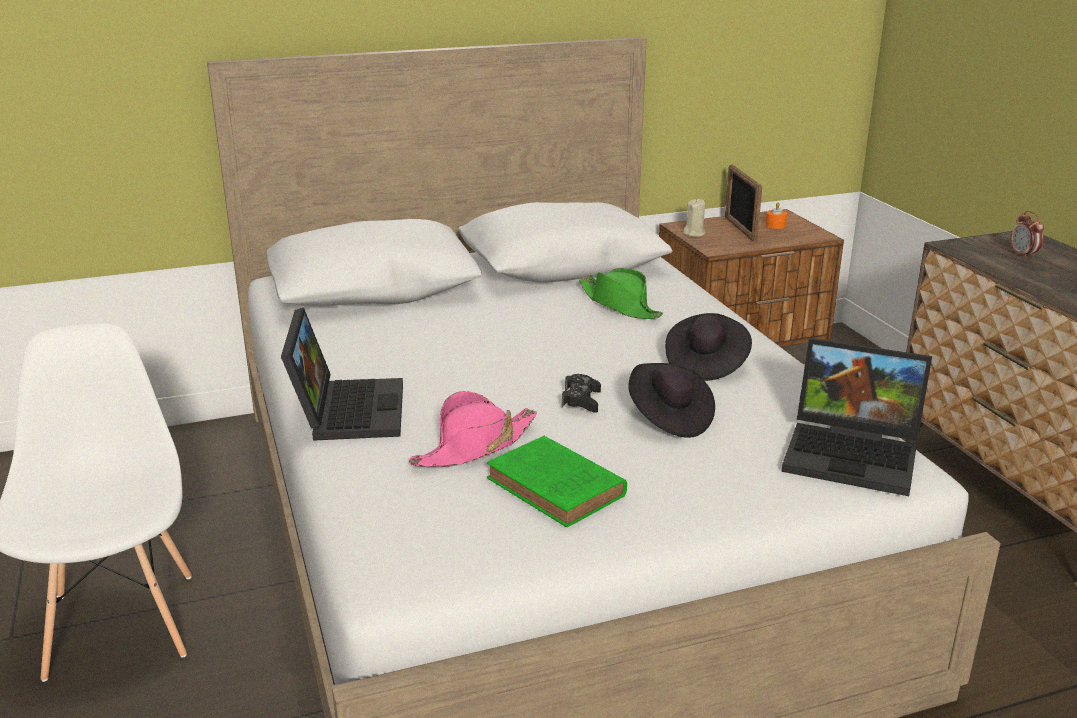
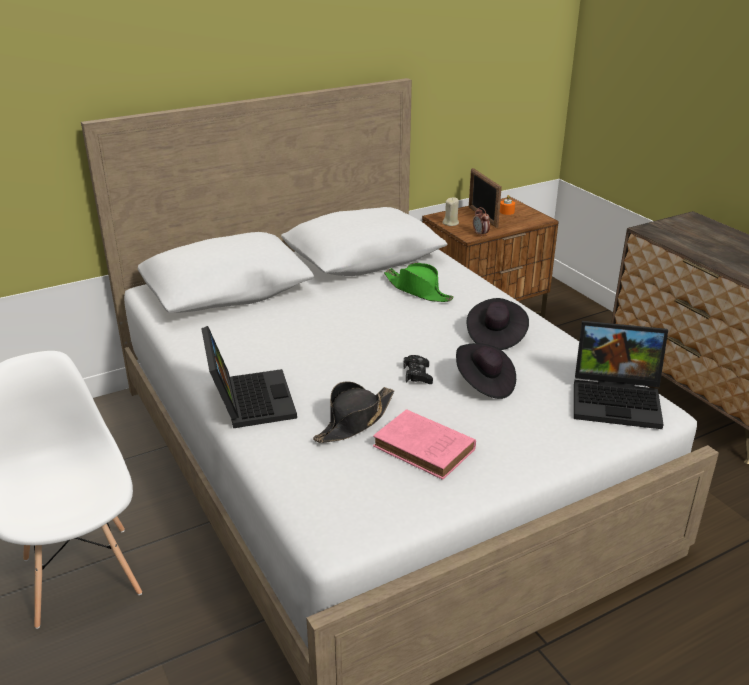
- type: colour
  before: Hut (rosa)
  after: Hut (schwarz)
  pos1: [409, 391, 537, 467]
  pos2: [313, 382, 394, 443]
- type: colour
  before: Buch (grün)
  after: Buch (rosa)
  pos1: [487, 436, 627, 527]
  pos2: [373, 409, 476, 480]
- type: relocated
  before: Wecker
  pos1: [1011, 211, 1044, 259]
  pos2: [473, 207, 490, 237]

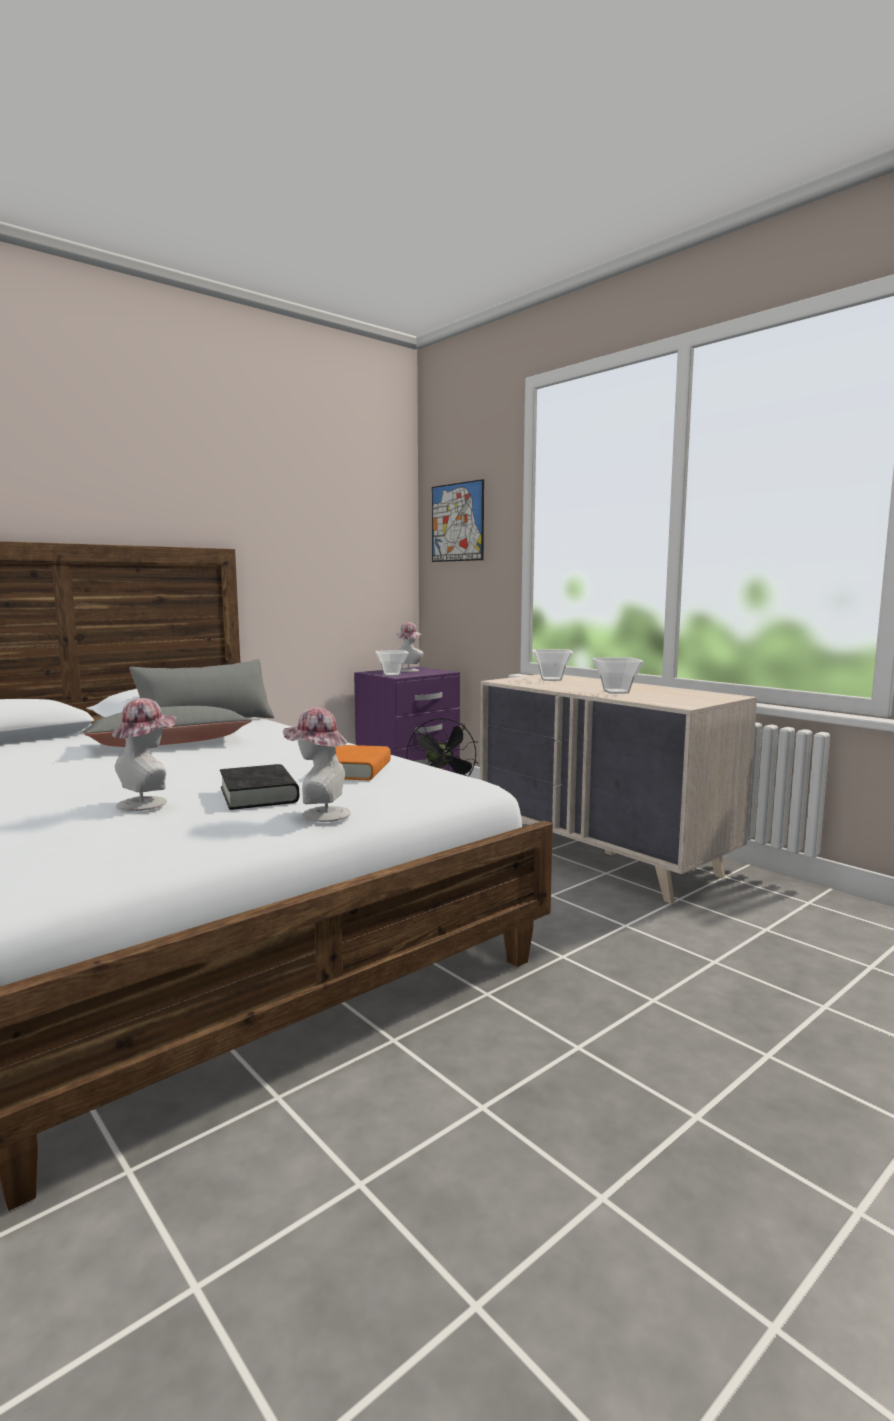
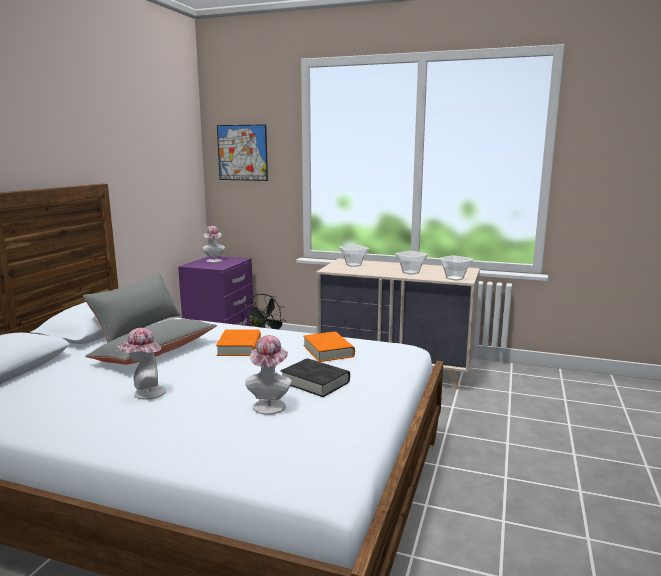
- type: relocated
  before: Hut
  pos1: [282, 707, 351, 822]
  pos2: [117, 328, 166, 399]
- type: relocated
  before: Schüssel
  pos1: [375, 650, 409, 676]
  pos2: [439, 255, 474, 281]
- type: appeared
  after: Buch (orange)
  pos2: [216, 329, 261, 356]

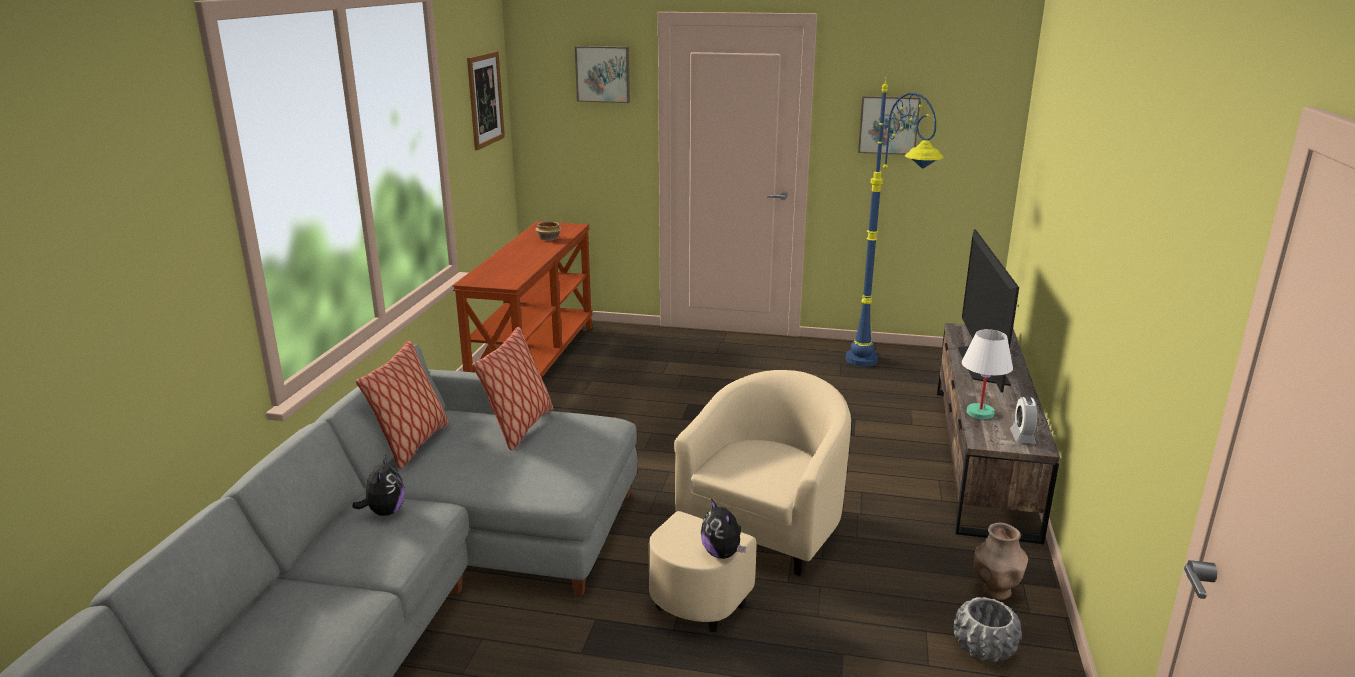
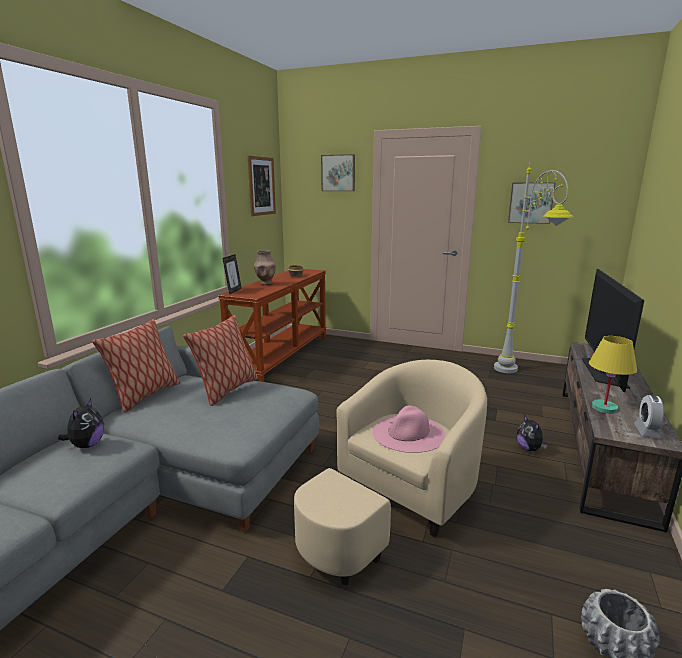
- type: relocated
  before: Plüschtier
  pos1: [701, 498, 746, 559]
  pos2: [517, 416, 547, 451]
- type: colour
  before: Stehlampe (blau)
  after: Stehlampe (grau)
  pos1: [846, 77, 944, 367]
  pos2: [494, 163, 573, 373]
- type: colour
  before: Tischlampe (weiß)
  after: Tischlampe (gelb)
  pos1: [962, 329, 1013, 419]
  pos2: [589, 336, 637, 414]
- type: relocated
  before: Vase (braun)
  pos1: [974, 523, 1028, 600]
  pos2: [254, 250, 276, 285]
- type: appeared
  after: Bilderrahmen
  pos2: [223, 254, 242, 295]
- type: appeared
  after: Hut (rosa)
  pos2: [373, 406, 446, 453]

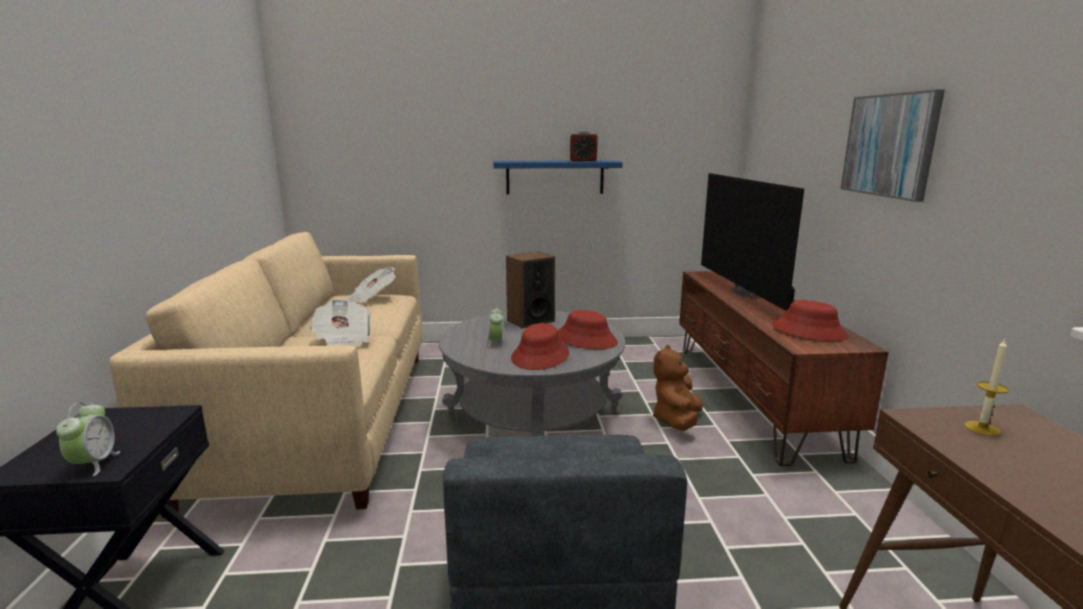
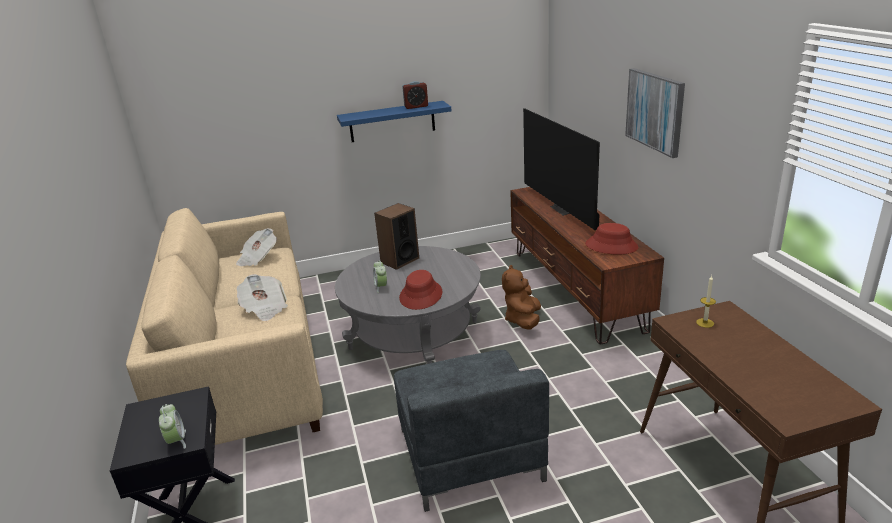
- type: missing
  before: Hut (rot)
  pos1: [558, 310, 618, 349]

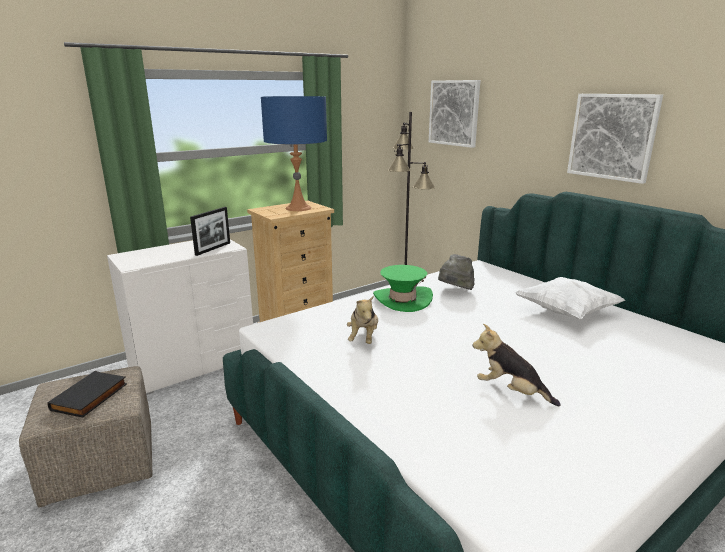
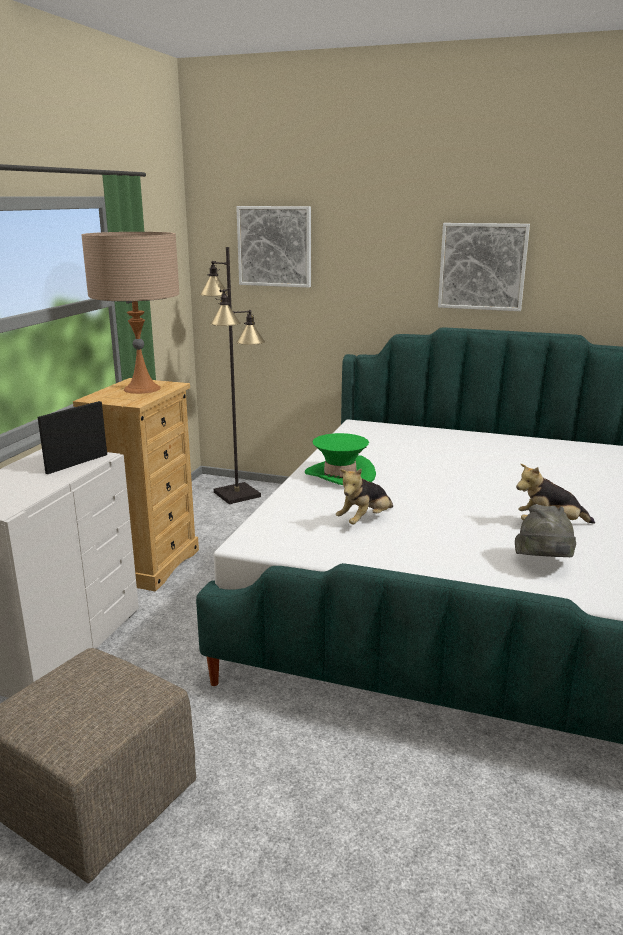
- type: missing
  before: Buch (schwarz)
  pos1: [48, 371, 127, 418]
- type: spun
  before: Bilderrahmen
  pos1: [190, 207, 230, 256]
  pos2: [38, 401, 107, 474]
  turn: -135
- type: colour
  before: Tischlampe (blau)
  after: Tischlampe (beige)
  pos1: [261, 96, 327, 211]
  pos2: [81, 232, 179, 394]
- type: spun
  before: Plüschtier
  pos1: [347, 295, 378, 344]
  pos2: [336, 469, 393, 524]
  turn: 75
- type: relocated
  before: Hut (grau)
  pos1: [438, 254, 475, 290]
  pos2: [515, 505, 576, 557]
- type: missing
  before: Kissen (weiß)
  pos1: [514, 277, 625, 320]

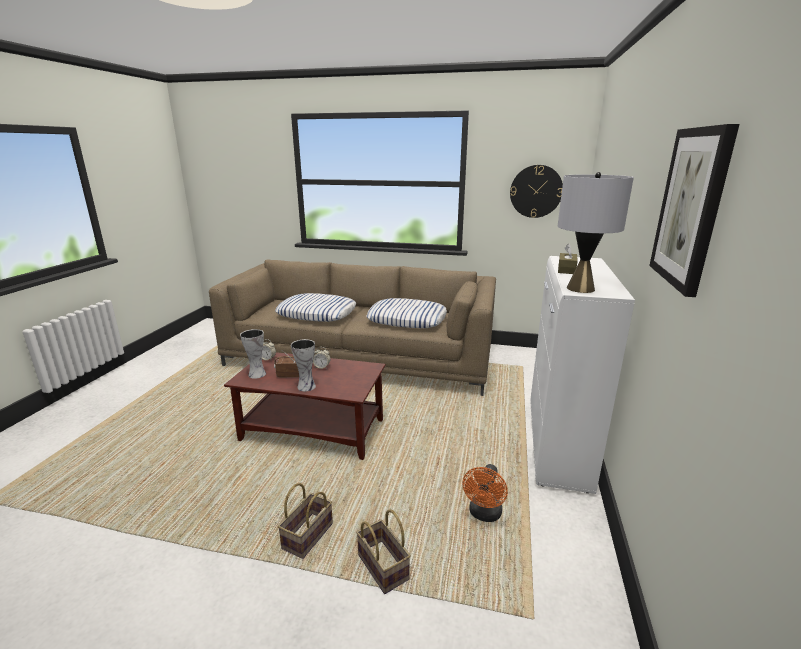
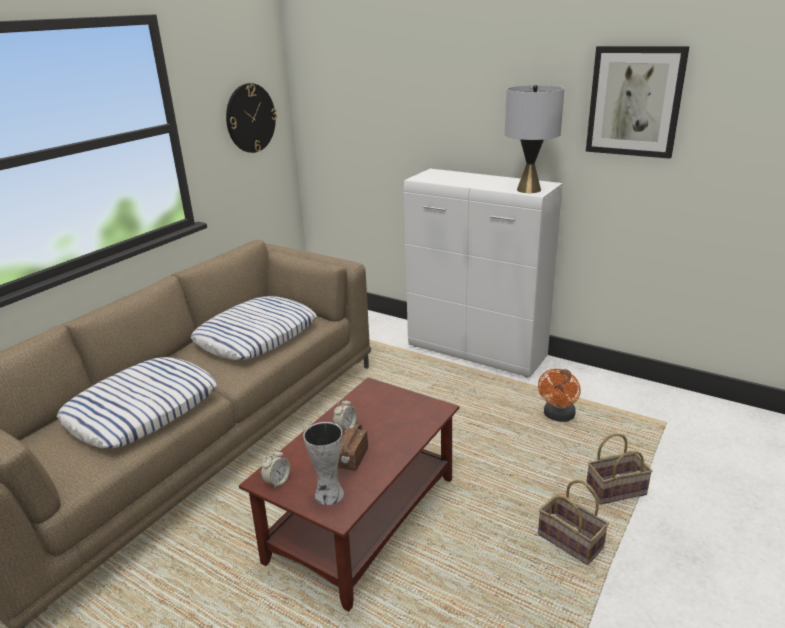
- type: missing
  before: Vase
  pos1: [291, 339, 316, 391]
- type: spun
  before: Ventilator (orange)
  pos1: [463, 464, 508, 522]
  pos2: [538, 369, 581, 422]
  turn: 75
- type: missing
  before: Taschentuchbox (braun)
  pos1: [558, 244, 578, 274]

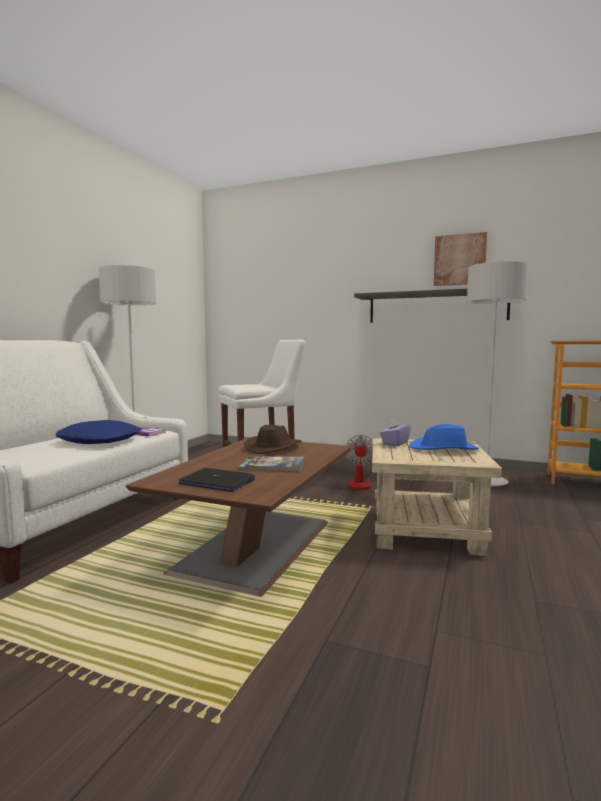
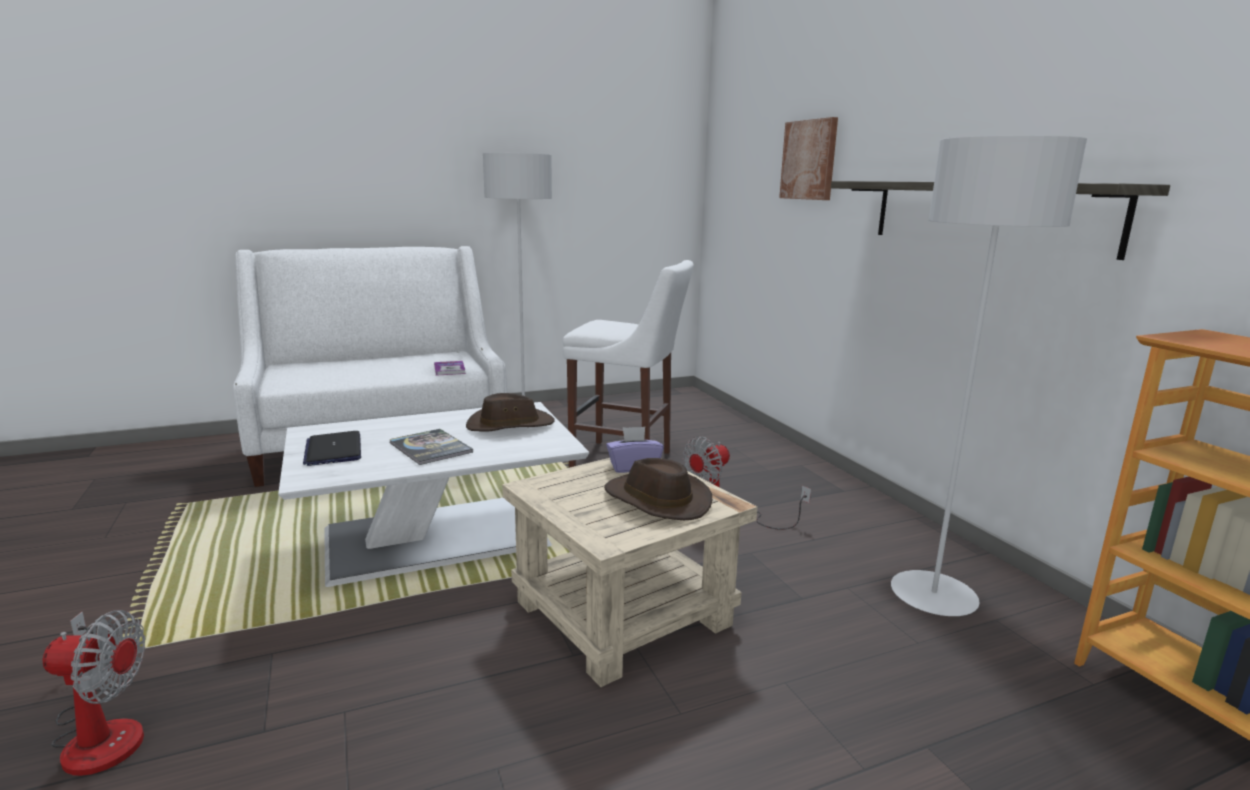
- type: missing
  before: Kissen (blau)
  pos1: [55, 420, 141, 444]
- type: colour
  before: Couchtisch (braun)
  after: Couchtisch (weiß)
  pos1: [126, 438, 351, 597]
  pos2: [278, 402, 589, 587]
- type: colour
  before: Hut (blau)
  after: Hut (braun)
  pos1: [409, 424, 479, 450]
  pos2: [604, 458, 712, 520]
- type: relocated
  before: Bild
  pos1: [434, 232, 487, 286]
  pos2: [779, 117, 838, 200]
- type: appeared
  after: Ventilator
  pos2: [42, 610, 146, 776]

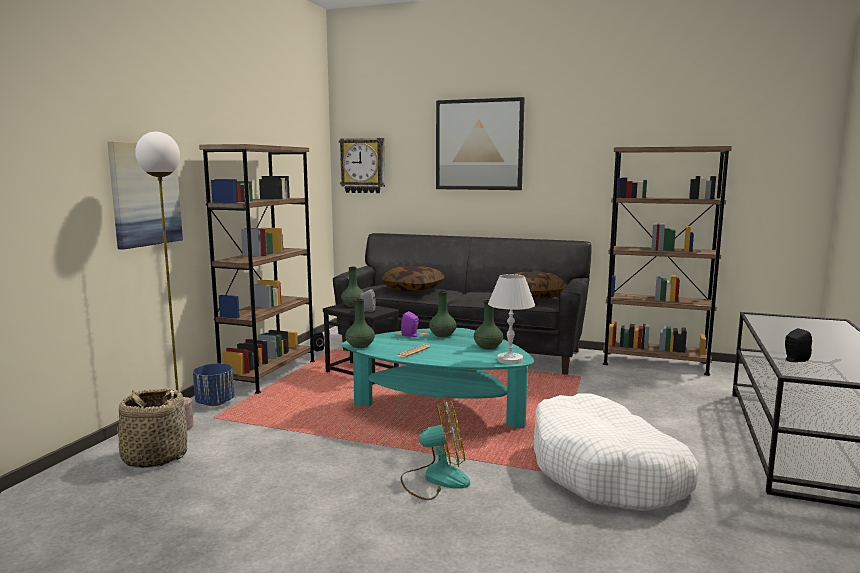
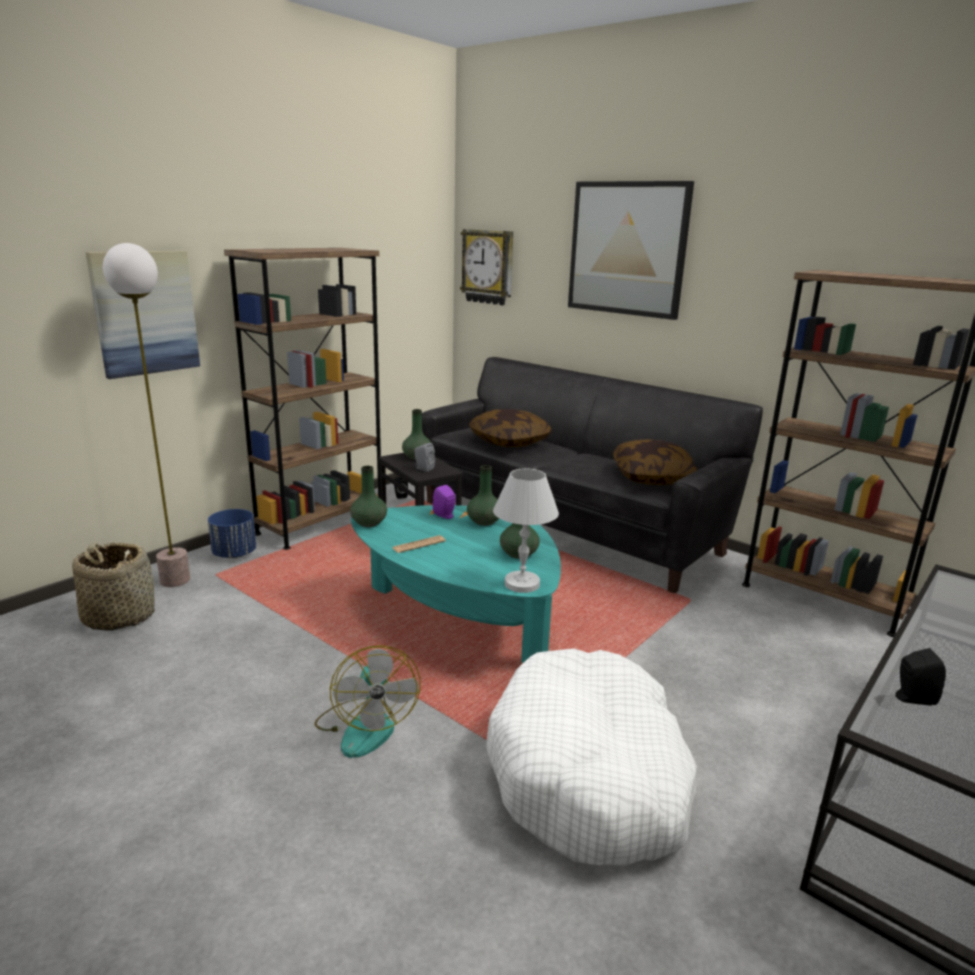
- type: spun
  before: Ventilator
  pos1: [401, 399, 470, 500]
  pos2: [315, 645, 421, 758]
  turn: 60

